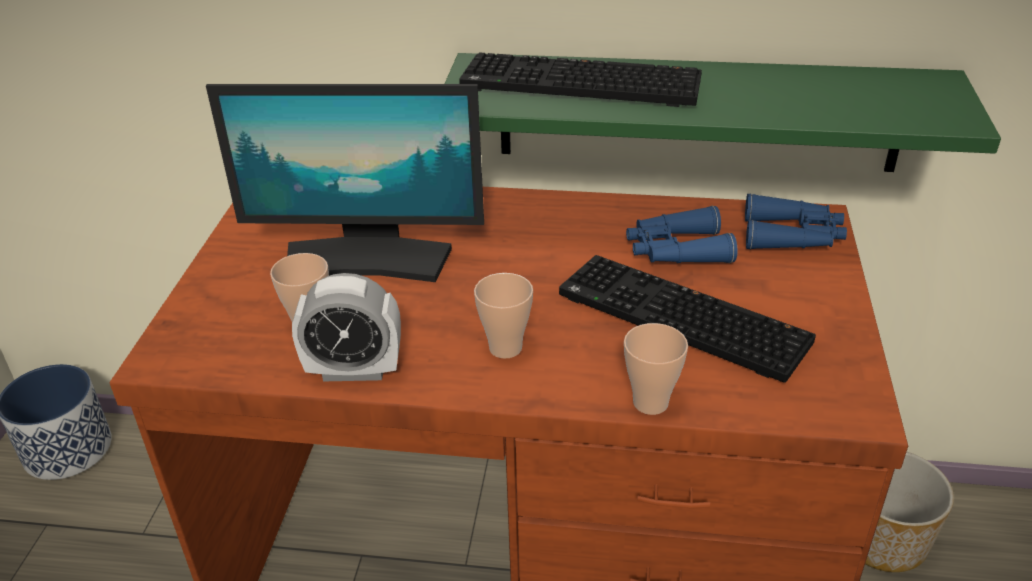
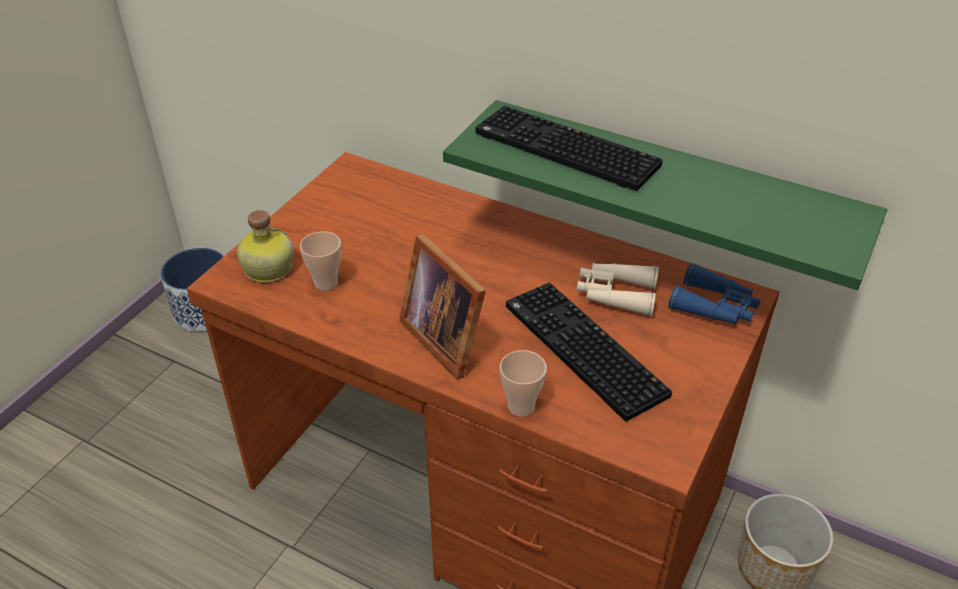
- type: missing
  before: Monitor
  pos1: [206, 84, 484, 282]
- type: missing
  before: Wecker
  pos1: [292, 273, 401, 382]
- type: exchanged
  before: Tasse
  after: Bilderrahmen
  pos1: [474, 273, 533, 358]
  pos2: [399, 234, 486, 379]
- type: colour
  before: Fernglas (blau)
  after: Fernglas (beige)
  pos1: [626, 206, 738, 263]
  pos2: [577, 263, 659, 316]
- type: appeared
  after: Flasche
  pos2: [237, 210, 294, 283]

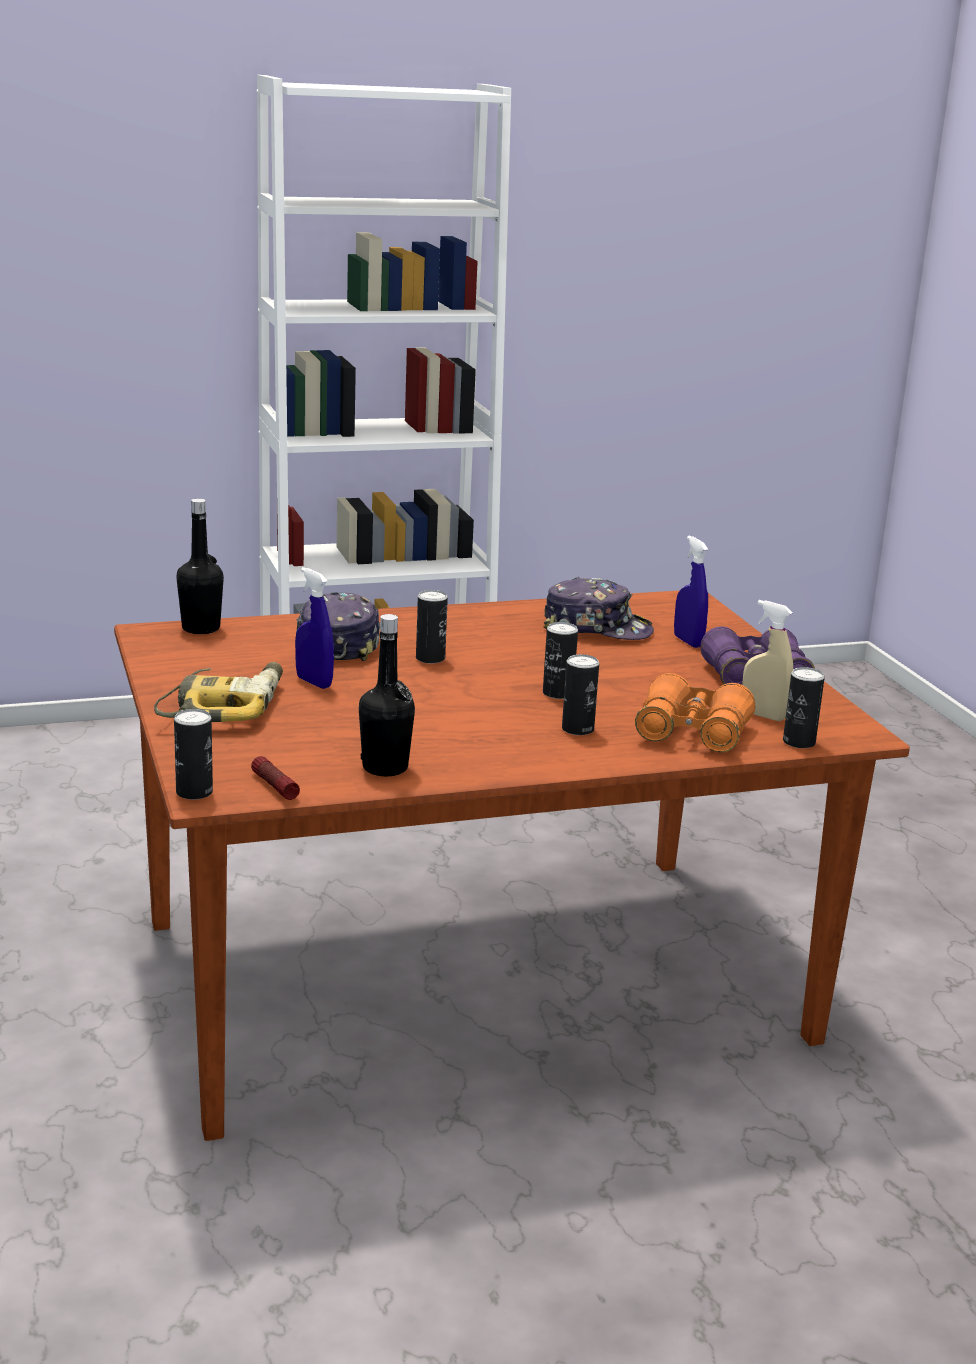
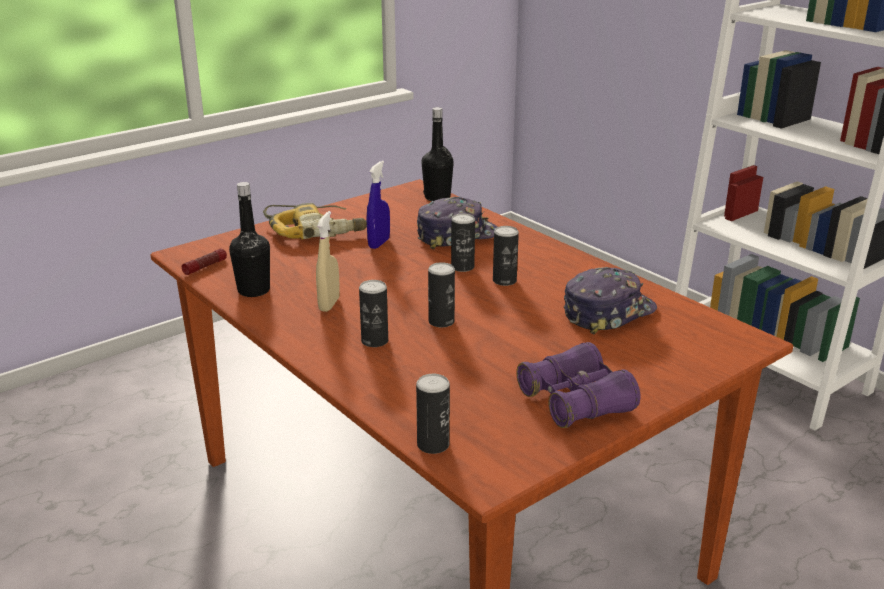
- type: relocated
  before: Dose
  pos1: [174, 709, 213, 800]
  pos2: [493, 226, 519, 286]
- type: spun
  before: Kappe
  pos1: [543, 577, 654, 640]
  pos2: [564, 267, 657, 334]
  turn: -120
- type: missing
  before: Fernglas (orange)
  pos1: [635, 673, 755, 753]
- type: missing
  before: Sprühflasche (blau)
  pos1: [674, 536, 708, 648]
- type: relocated
  before: Sprühflasche (beige)
  pos1: [742, 600, 793, 721]
  pos2: [316, 211, 340, 312]

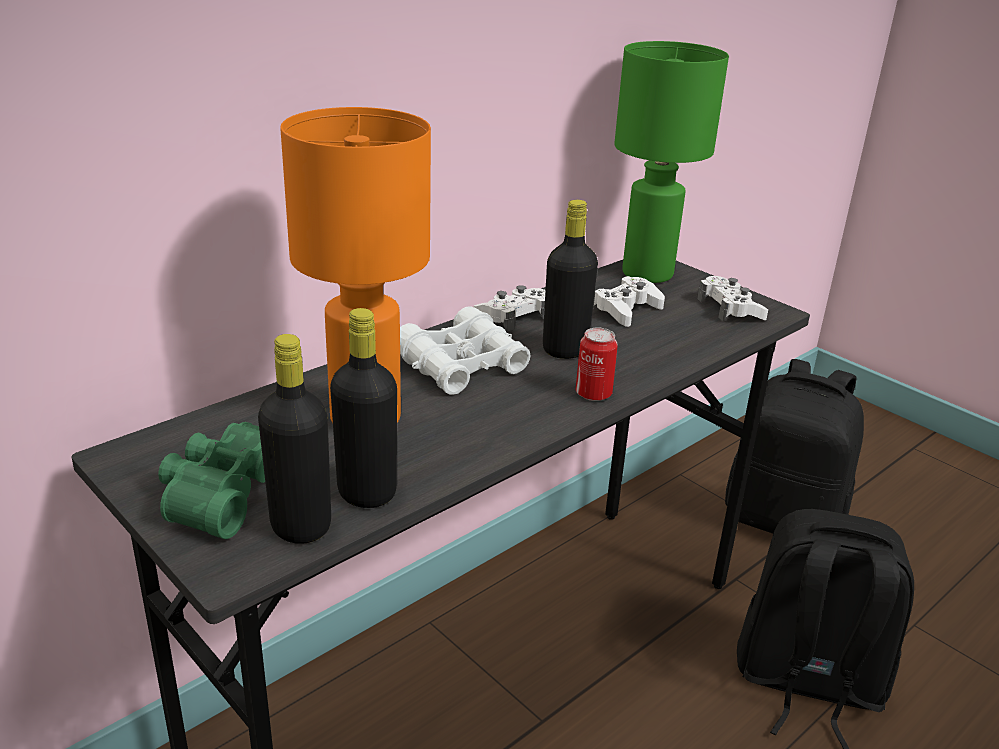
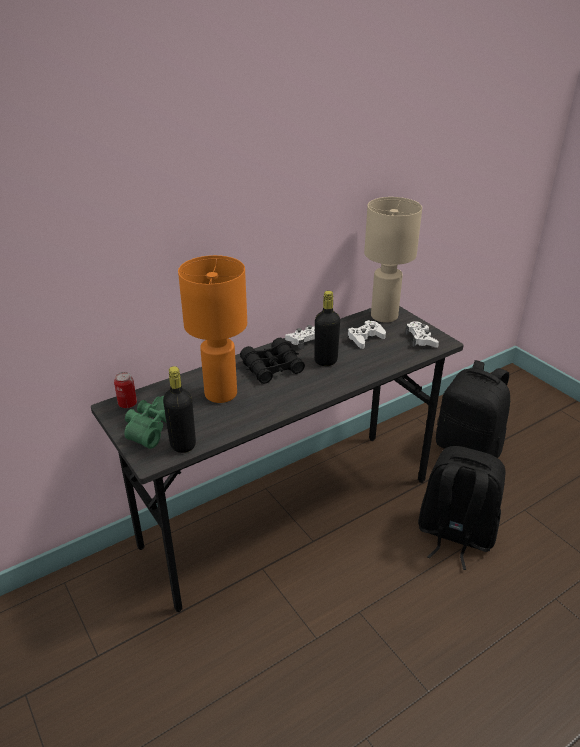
- type: missing
  before: Flasche (schwarz)
  pos1: [330, 308, 397, 508]
- type: colour
  before: Fernglas (weiß)
  after: Fernglas (schwarz)
  pos1: [400, 306, 531, 395]
  pos2: [240, 338, 305, 384]
- type: relocated
  before: Dose
  pos1: [576, 327, 618, 401]
  pos2: [114, 372, 137, 408]
- type: colour
  before: Tischlampe (grün)
  after: Tischlampe (beige)
  pos1: [614, 41, 729, 283]
  pos2: [364, 197, 422, 323]

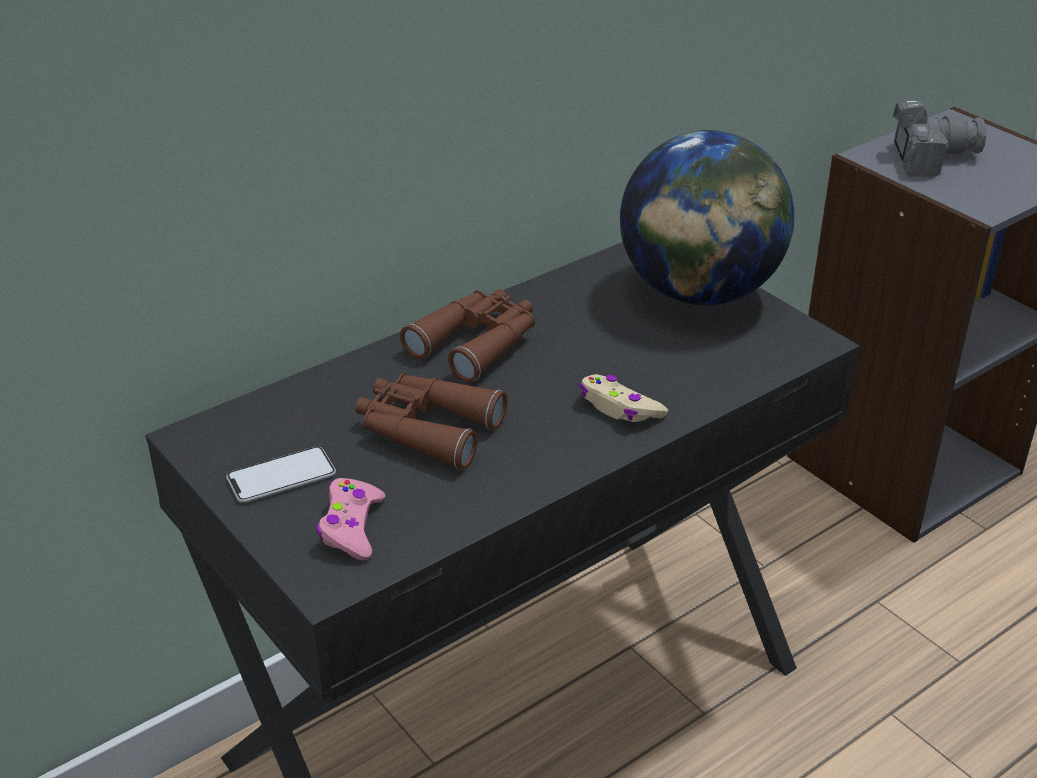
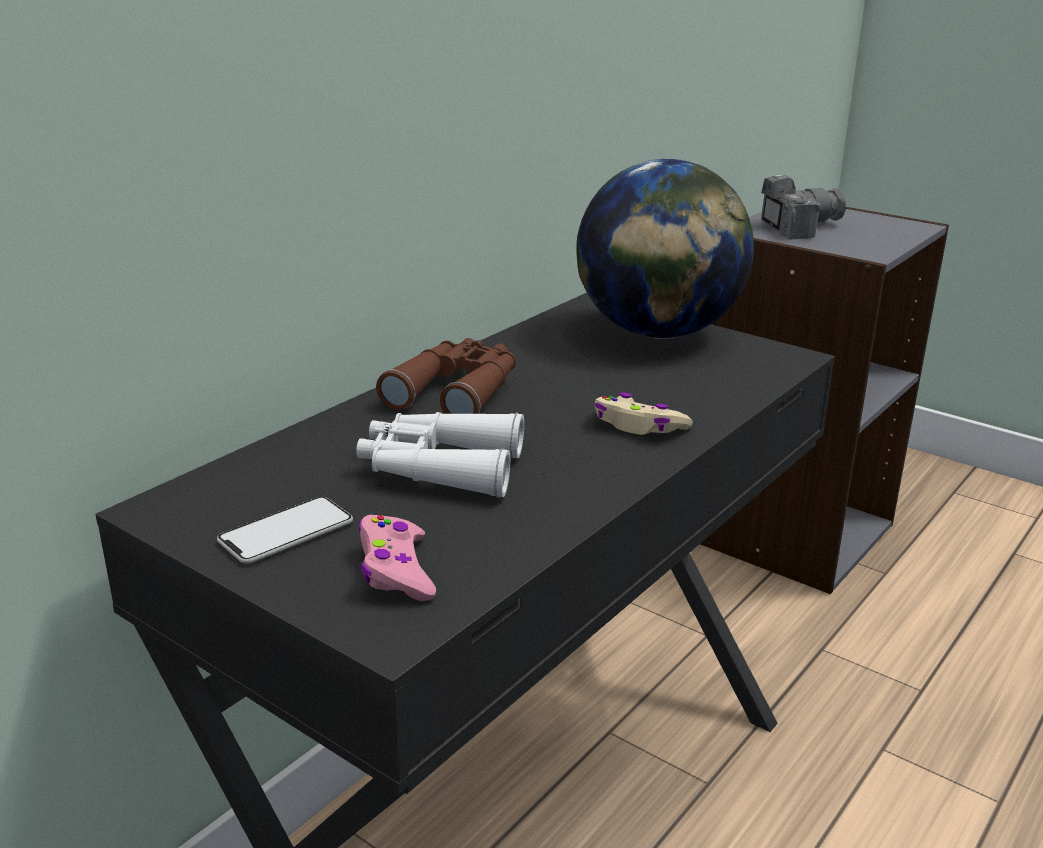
- type: colour
  before: Fernglas (braun)
  after: Fernglas (weiß)
  pos1: [355, 373, 508, 470]
  pos2: [356, 412, 524, 498]

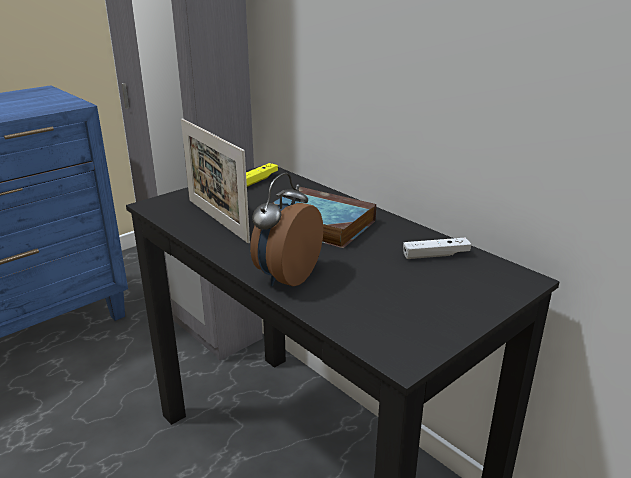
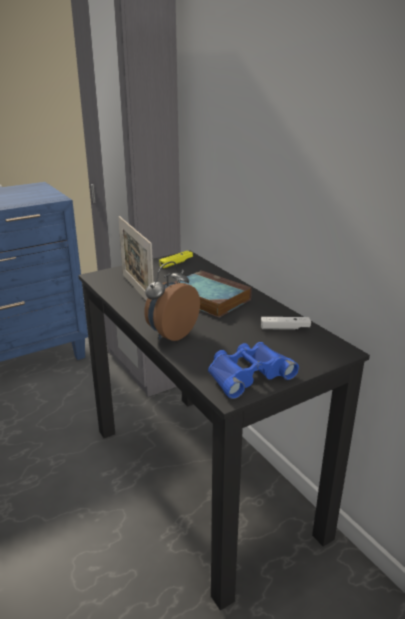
- type: appeared
  after: Fernglas (blau)
  pos2: [208, 342, 299, 399]

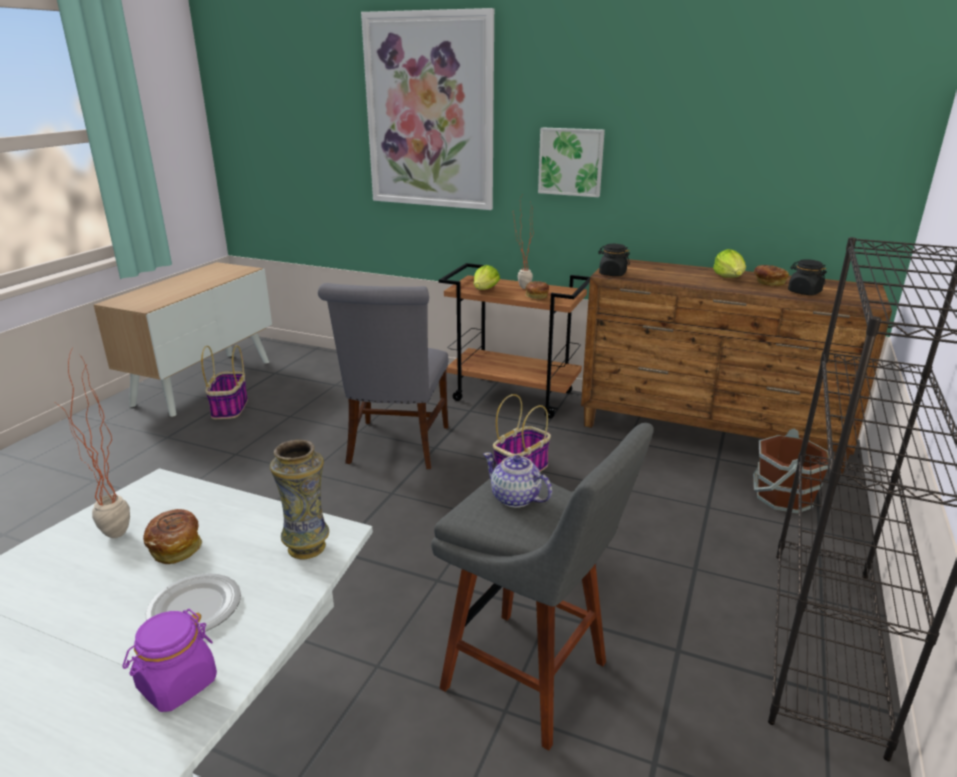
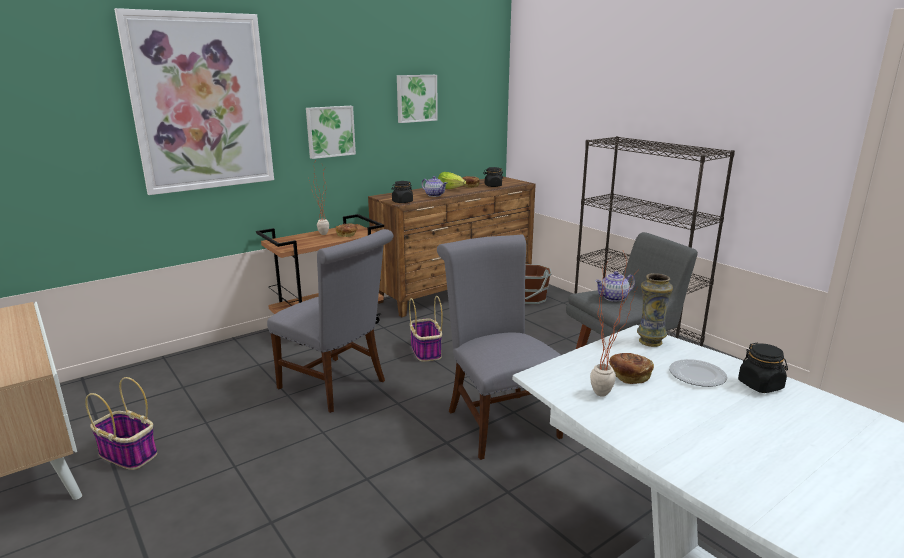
- type: colour
  before: Vorratsglas (lila)
  after: Vorratsglas (schwarz)
  pos1: [122, 609, 217, 712]
  pos2: [738, 343, 788, 393]
- type: missing
  before: Salatkopf
  pos1: [473, 265, 500, 290]
- type: appeared
  after: Bild
  pos2: [397, 75, 438, 123]
- type: appeared
  after: Teekanne
  pos2: [422, 176, 447, 197]
- type: appeared
  after: Stuhl (grau)
  pos2: [437, 235, 563, 460]

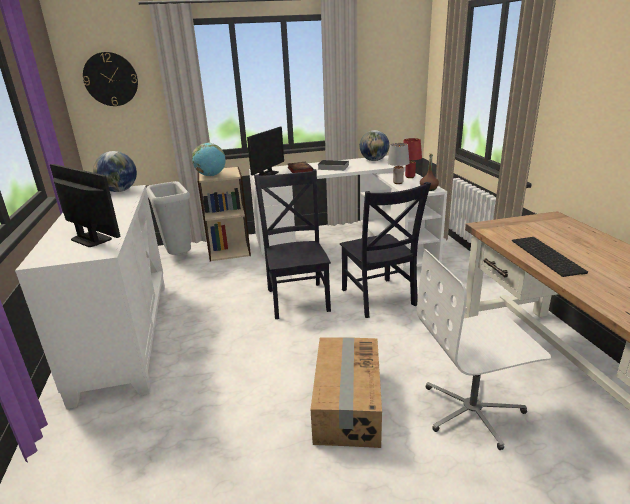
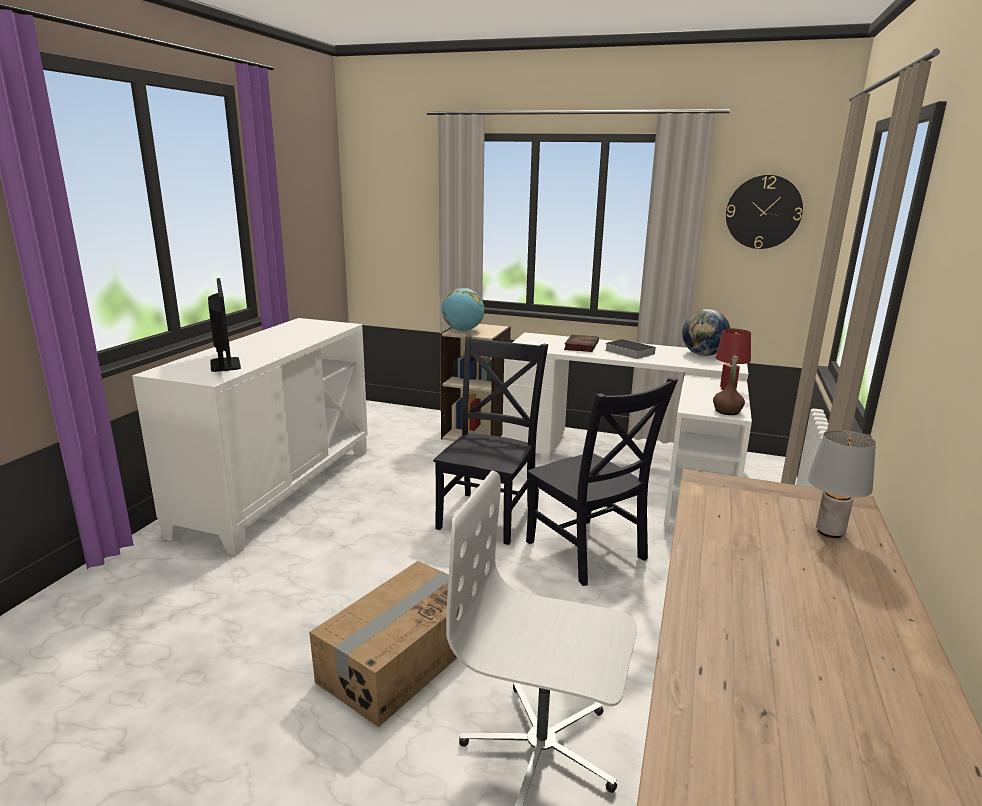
- type: relocated
  before: Wanduhr
  pos1: [83, 52, 138, 106]
  pos2: [726, 175, 803, 249]
- type: missing
  before: Globus
  pos1: [93, 151, 137, 192]
- type: missing
  before: Mülleimer (grau)
  pos1: [146, 181, 191, 255]
- type: missing
  before: Monitor
  pos1: [247, 127, 284, 176]
- type: spun
  before: Stuhl (schwarz)
  pos1: [340, 182, 431, 318]
  pos2: [526, 378, 678, 586]
  turn: -45
- type: relocated
  before: Tischlampe (grau)
  pos1: [388, 143, 410, 184]
  pos2: [808, 430, 876, 538]
- type: missing
  before: Tastatur
  pos1: [512, 237, 588, 277]

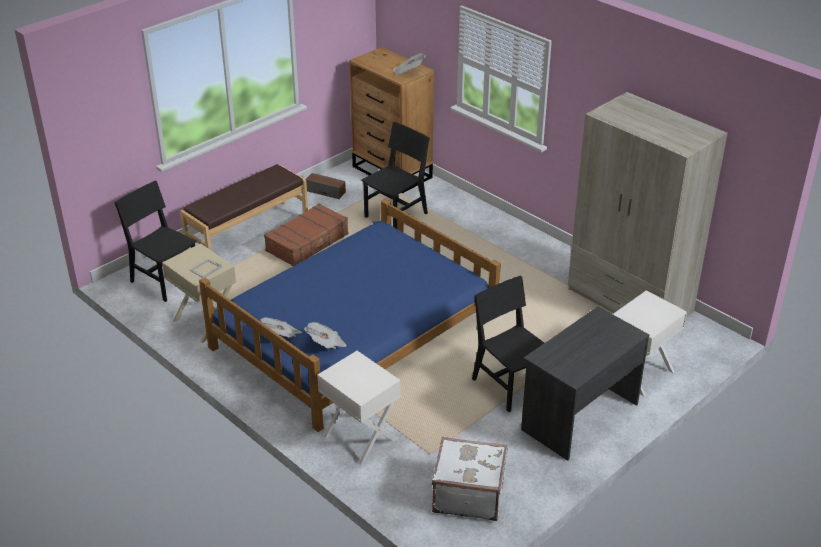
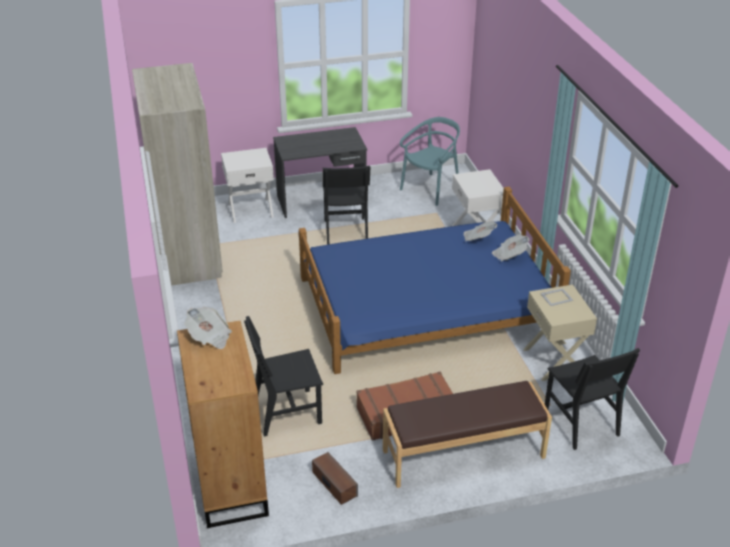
- type: exchanged
  before: Koffer (weiß)
  after: Stuhl (türkis)
  pos1: [432, 437, 507, 521]
  pos2: [400, 117, 460, 206]

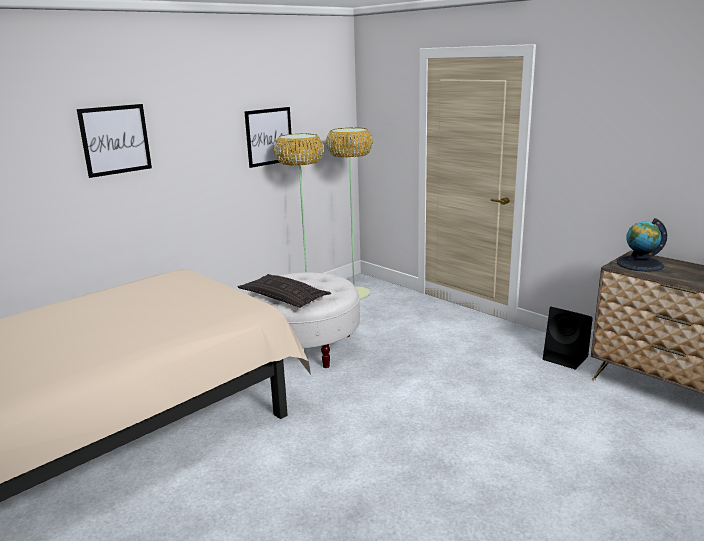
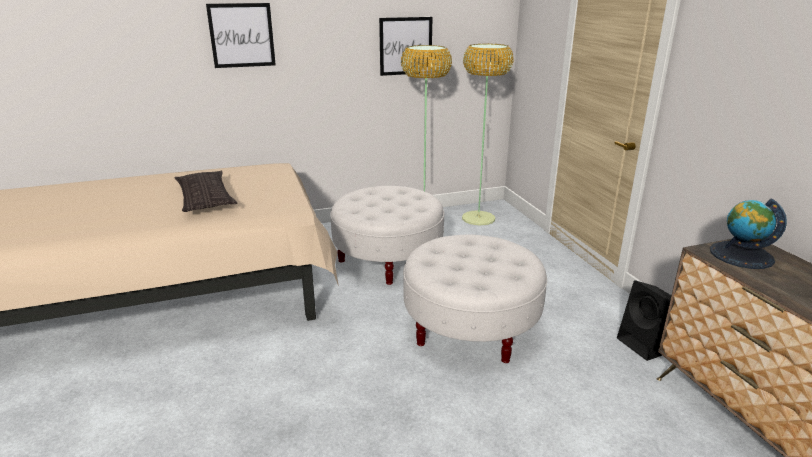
- type: relocated
  before: Kissen
  pos1: [238, 274, 331, 308]
  pos2: [175, 170, 237, 212]
- type: appeared
  after: Polsterhocker (weiß)
  pos2: [403, 235, 547, 363]

